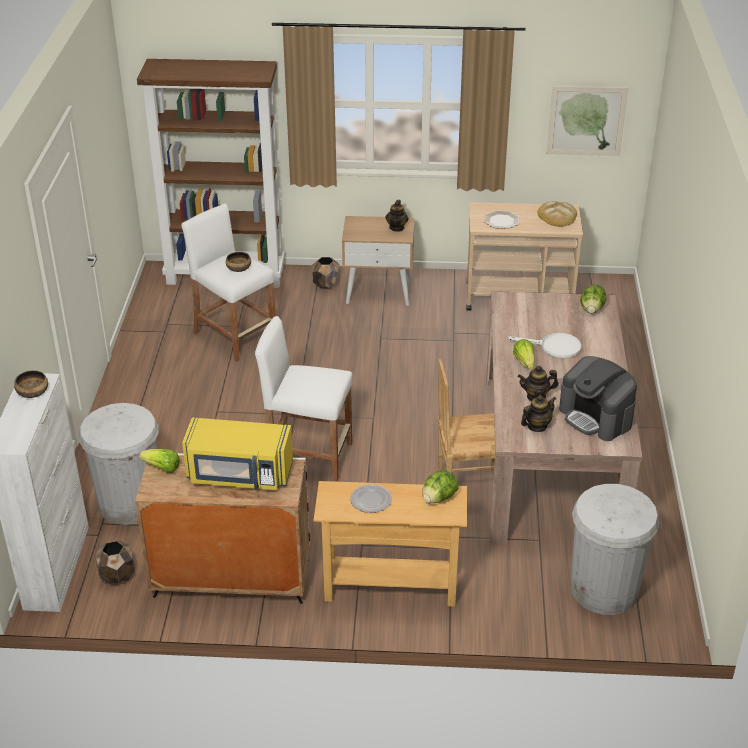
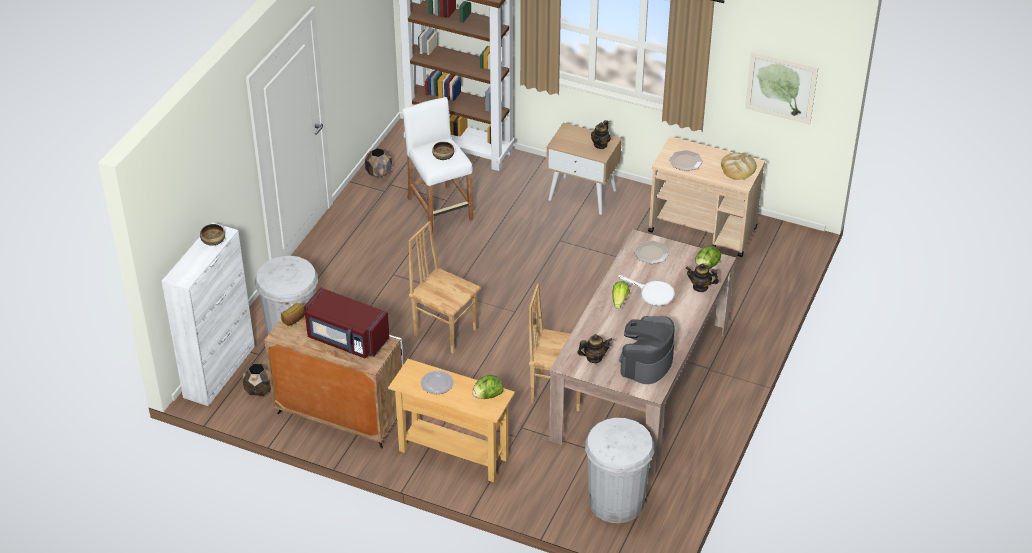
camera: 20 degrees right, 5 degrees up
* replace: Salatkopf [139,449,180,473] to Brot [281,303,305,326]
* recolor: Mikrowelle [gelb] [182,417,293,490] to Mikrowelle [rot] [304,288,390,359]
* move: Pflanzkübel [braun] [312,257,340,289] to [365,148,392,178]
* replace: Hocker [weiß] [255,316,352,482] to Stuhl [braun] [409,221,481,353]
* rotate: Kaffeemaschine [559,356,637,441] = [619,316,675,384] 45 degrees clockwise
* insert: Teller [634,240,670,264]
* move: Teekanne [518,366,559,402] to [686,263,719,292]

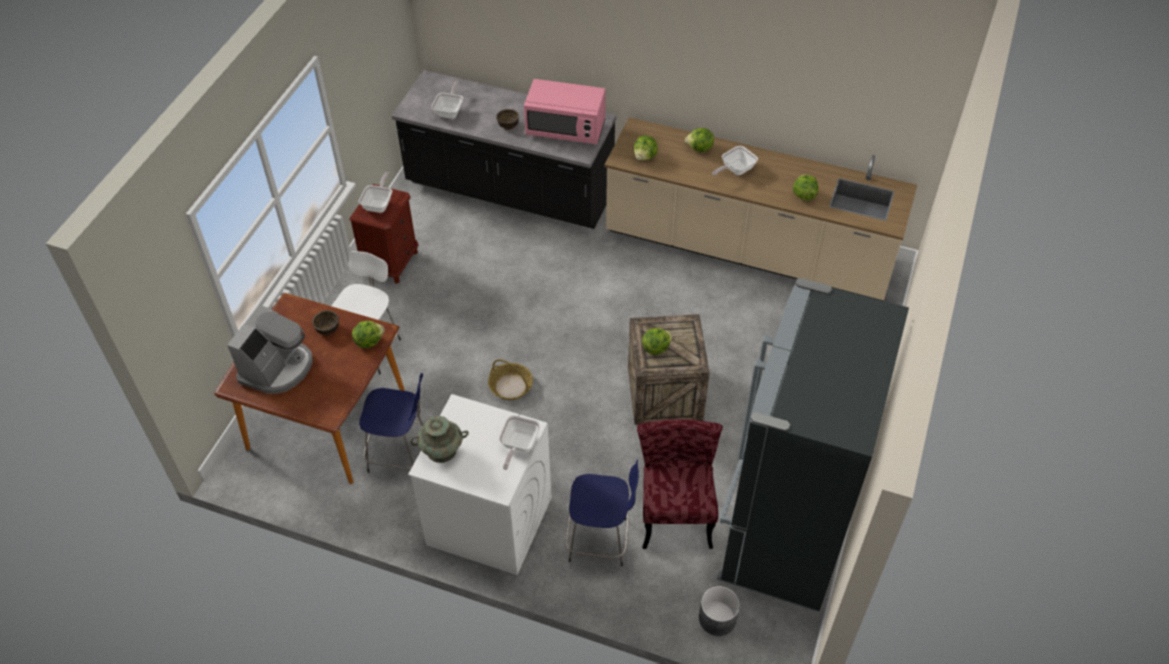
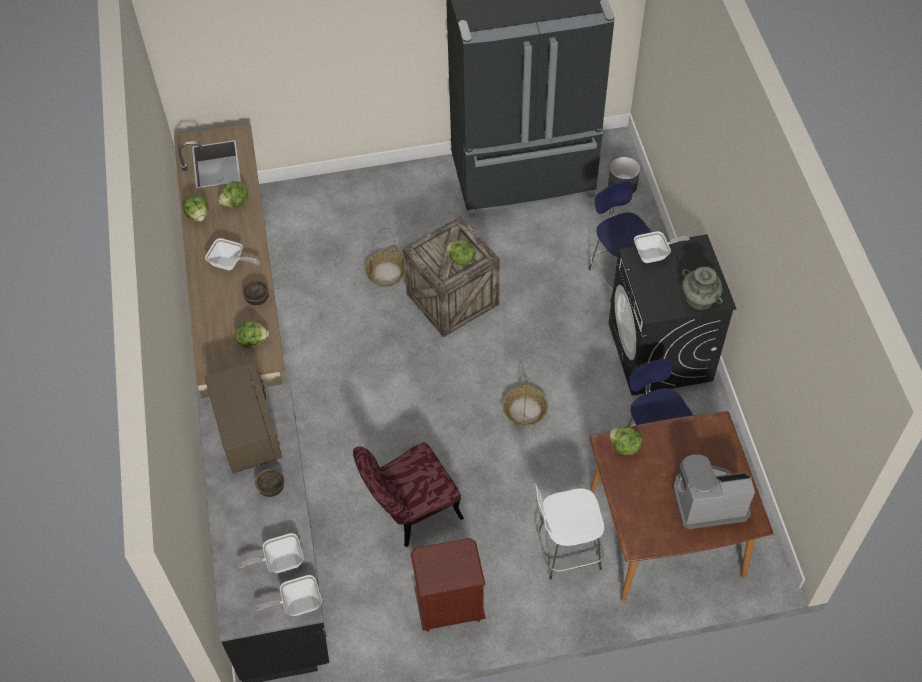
camera: 120 degrees left, 5 degrees up
* move: Salatkopf [685,128,714,152] to [182,194,209,222]
* recolor: Mikrowelle [rosa] [524,79,606,144] to Mikrowelle [braun] [205,362,282,473]
* move: Schüssel [braun] [312,310,339,335] to [243,281,269,305]
* move: Pfanne [358,172,392,213] to [255,575,322,616]
* move: Stuhl [rot] [637,419,723,549] to [353,442,464,547]
* insert: Korb [365,245,405,287]
* recolor: Waschmaschine [weiß] [408,394,551,575] to Waschmaschine [schwarz] [608,234,737,396]

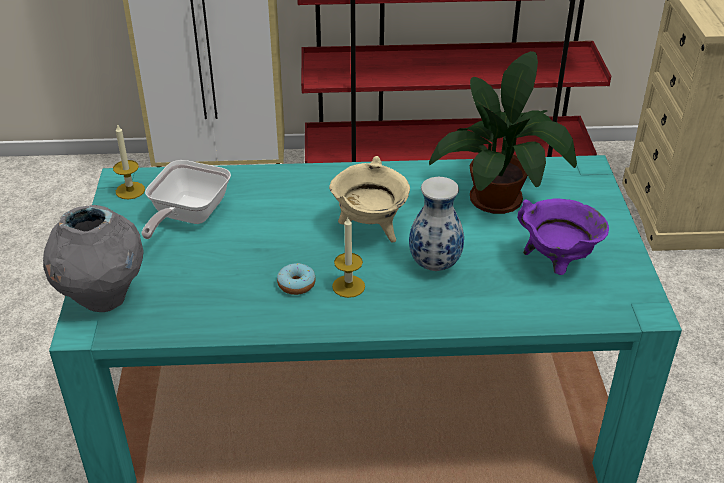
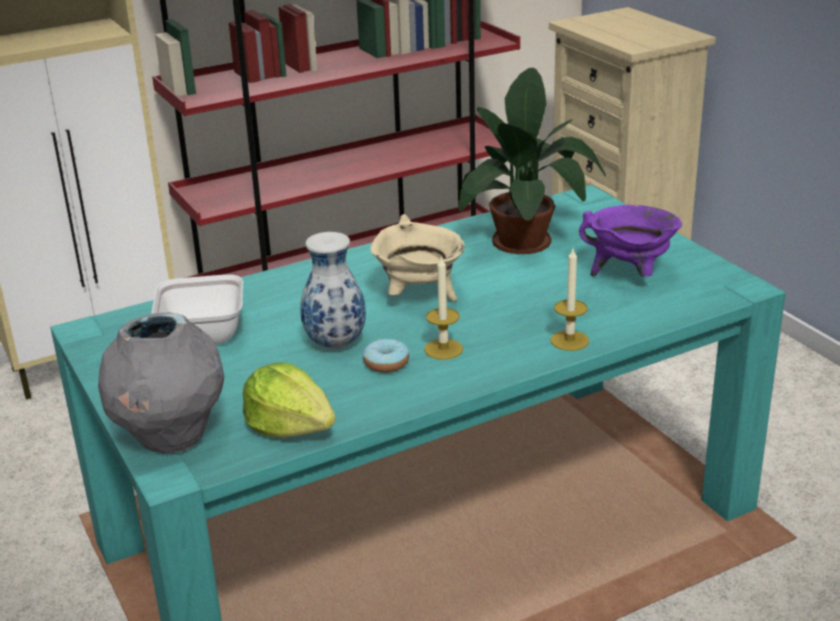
camera: 25 degrees left, 10 degrees down
* insert: Salatkopf [243,362,336,438]
* move: Vase [409,177,464,271] to [300,232,366,349]
* move: Kerze [113,125,145,199] to [551,249,589,351]

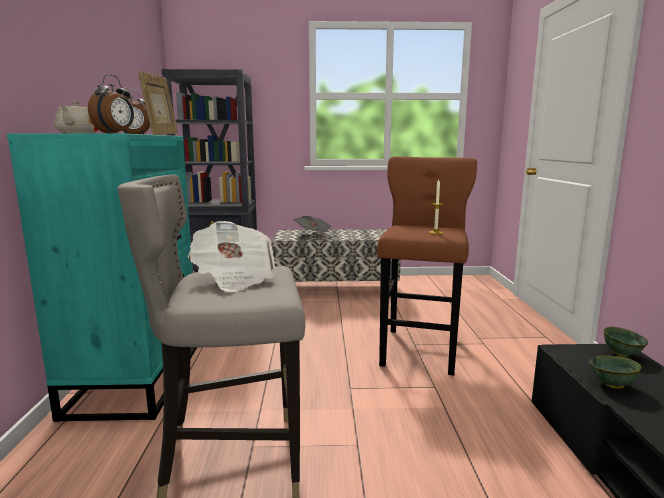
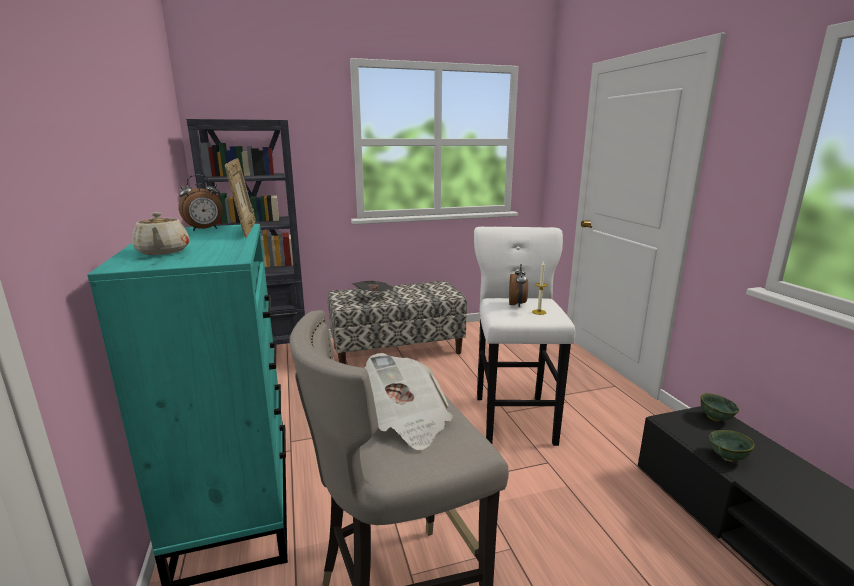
camera: 15 degrees left, 5 degrees up
* recolor: Hocker [braun] [377,156,477,376] to Hocker [weiß] [474,227,575,446]
* move: Wecker [88,74,134,134] to [509,264,528,308]

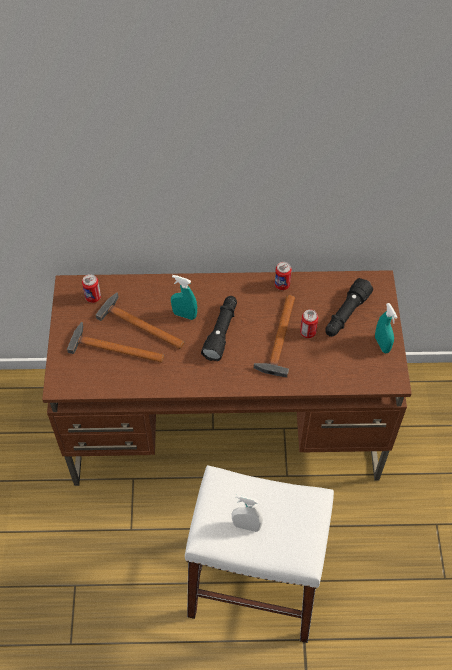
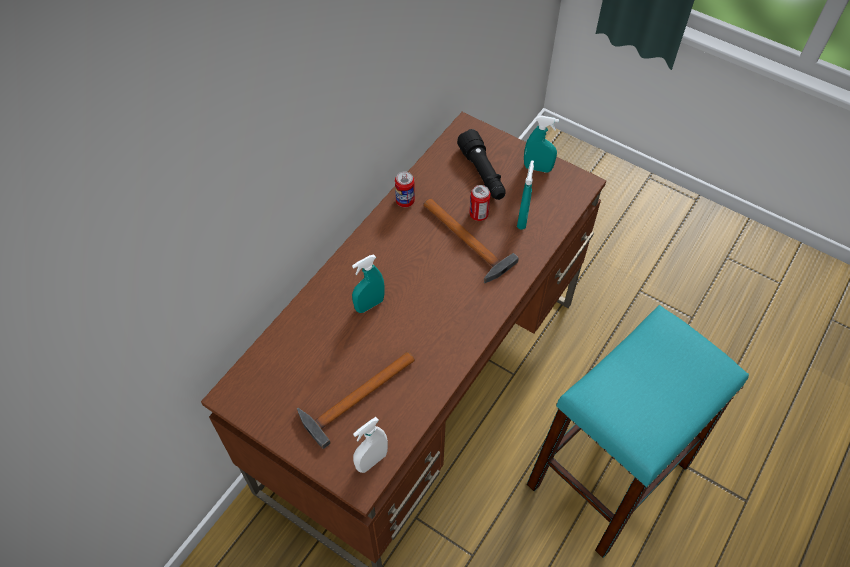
camera: 55 degrees left, 0 degrees up
* move: Sprühflasche [weiß] [232,495,263,532] to [353,417,388,473]
* insert: Sprühflasche [türkis] [517,160,534,230]
* recolor: Hocker [weiß] [185,465,334,643] to Hocker [türkis] [527,305,749,558]
* delete: Dose [82,274,101,303]
* delete: Hammer [95,292,185,349]
* delete: Taschenlampe [schwarz] [201,296,237,361]

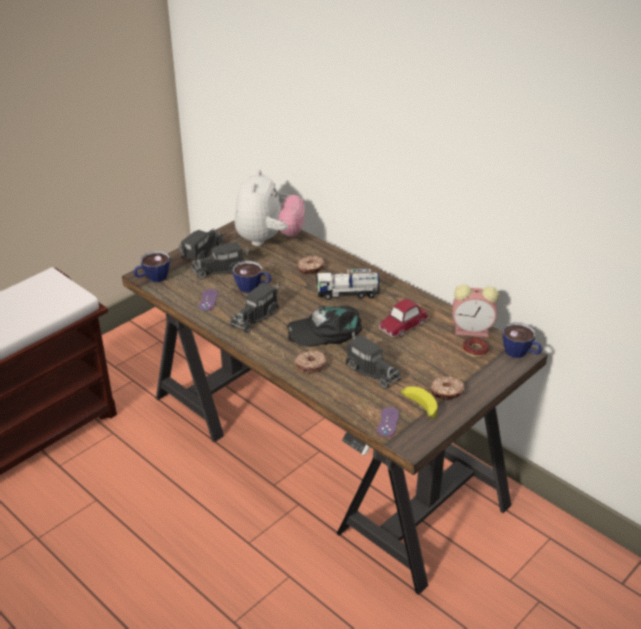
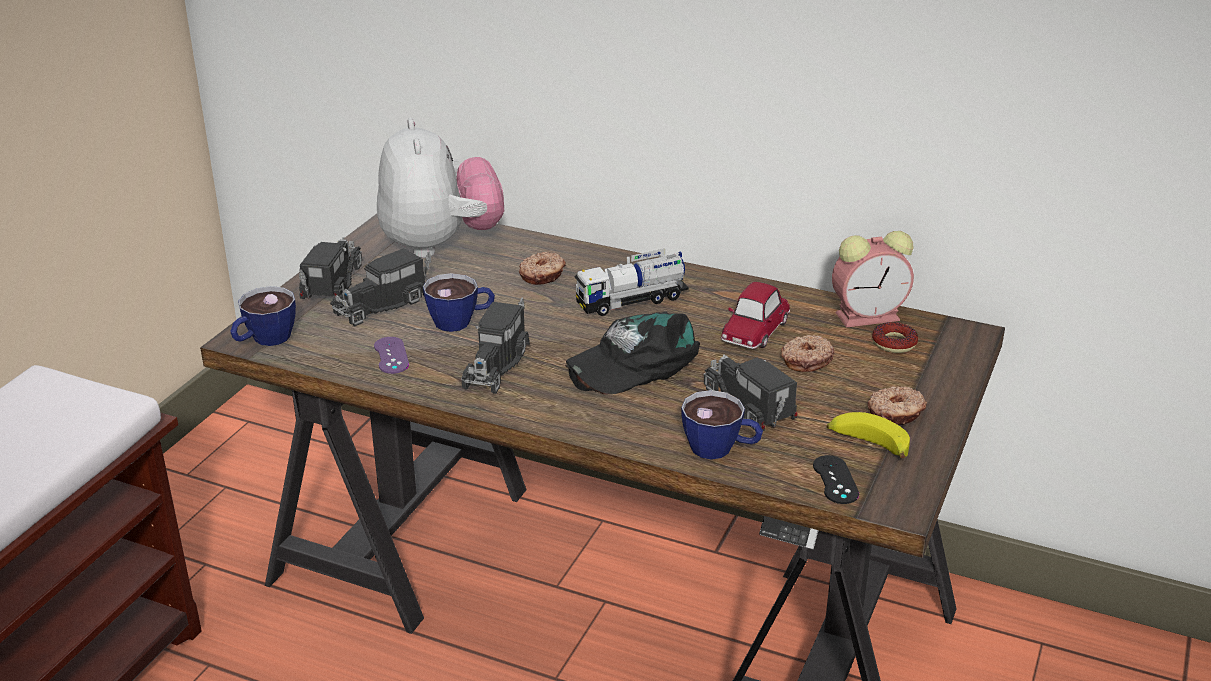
camera: 20 degrees left, 5 degrees down
* move: Tasse [503,322,542,358] to [681,390,763,460]
* rotate: Spielzeuglaster [346,332,402,389] = [704,354,797,431] 150 degrees counterclockwise
* move: Donut [295,351,327,373] to [780,335,835,372]
* recolor: Gamepad [lila] [377,407,399,437] to Gamepad [schwarz] [813,455,859,504]

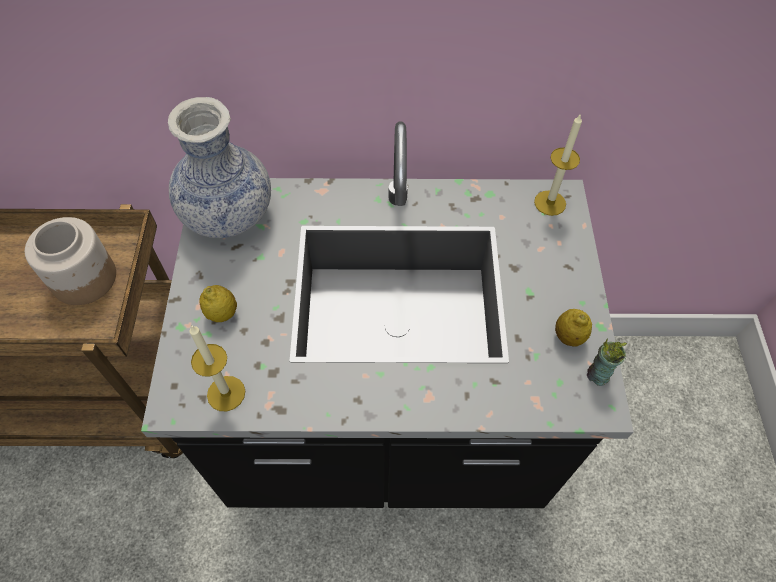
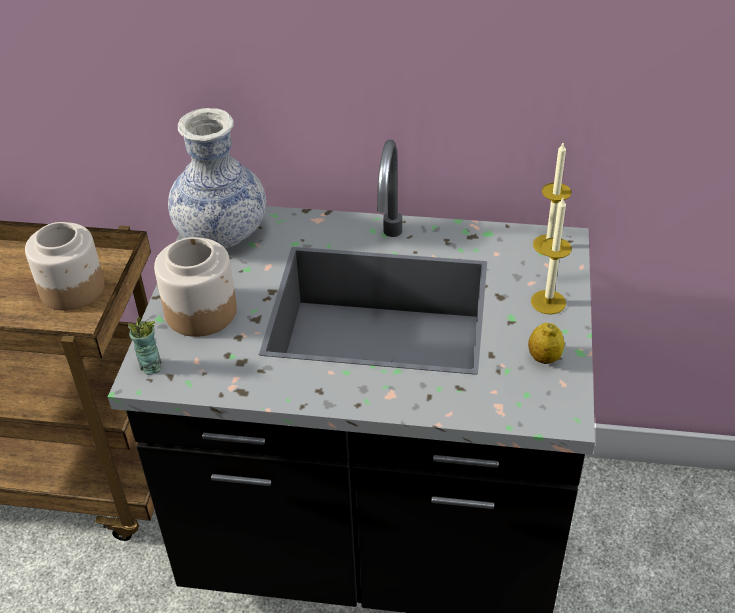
camera: 10 degrees right, 15 degrees down
* move: Tasse [587,339,627,386] to [128,317,162,375]
* replace: Zitrone [199,285,237,322] to Vorratsglas [154,237,237,337]
* move: Kerze [189,325,245,411] to [531,198,572,315]

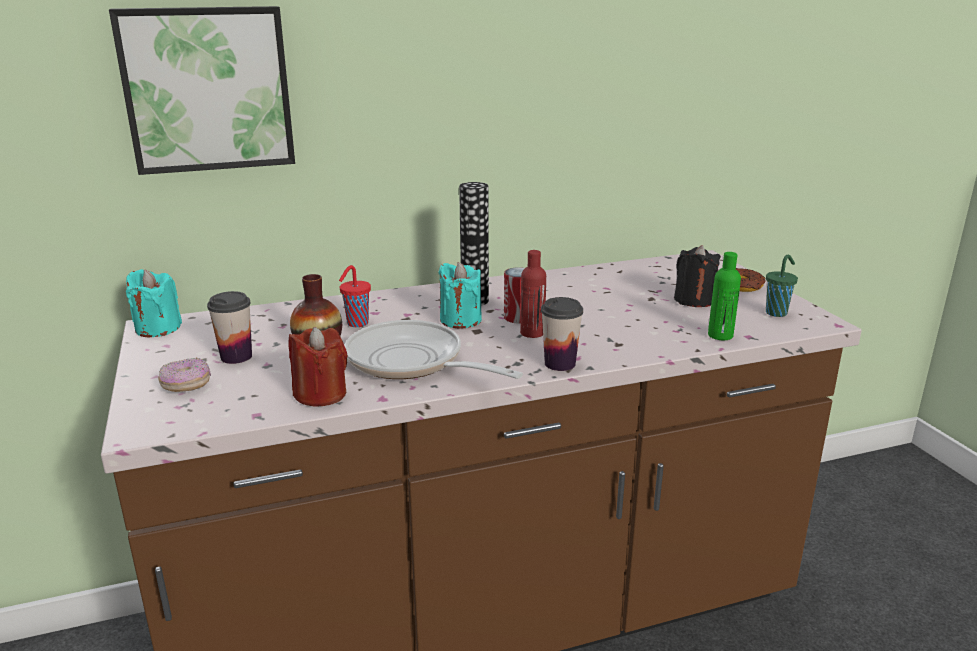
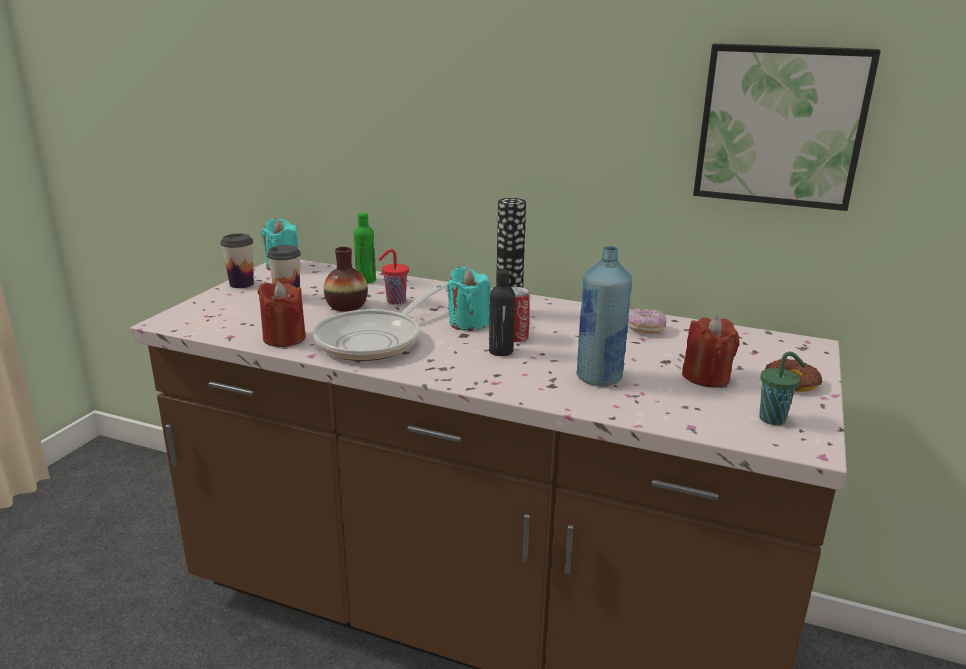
camera: 40 degrees right, 0 degrees up
* move: Tasse [541,297,583,371] to [220,233,254,288]
* rotate: Pfanne [344,320,523,379] = [313,283,447,361] 135 degrees counterclockwise
* move: Flasche [grün] [708,252,741,340] to [354,213,376,284]
* recolor: Flasche [rot] [520,250,546,338] to Flasche [schwarz] [489,269,515,356]
* insert: Flasche [blau] [576,246,632,386]
* move: Donut [158,358,211,392] to [628,309,666,334]
* recolor: Kerze [schwarz] [674,245,721,307] to Kerze [rot] [682,316,739,388]
* move: Bild [109,6,295,175] to [693,43,881,211]

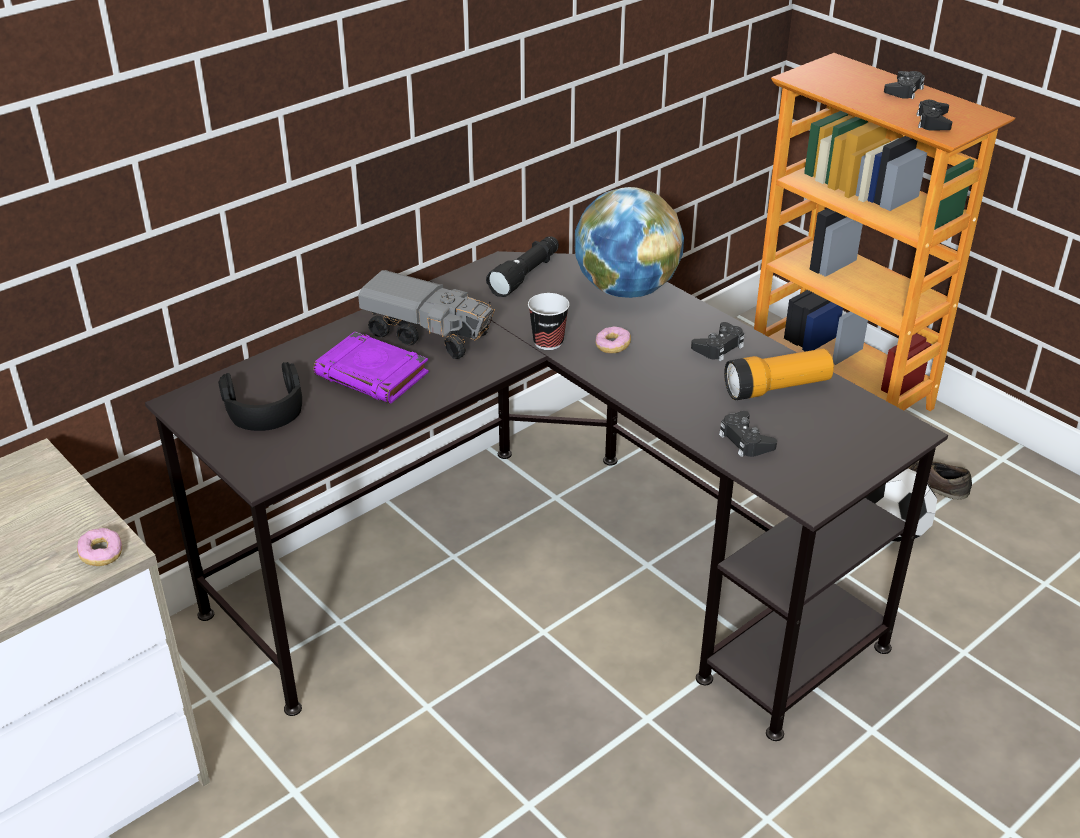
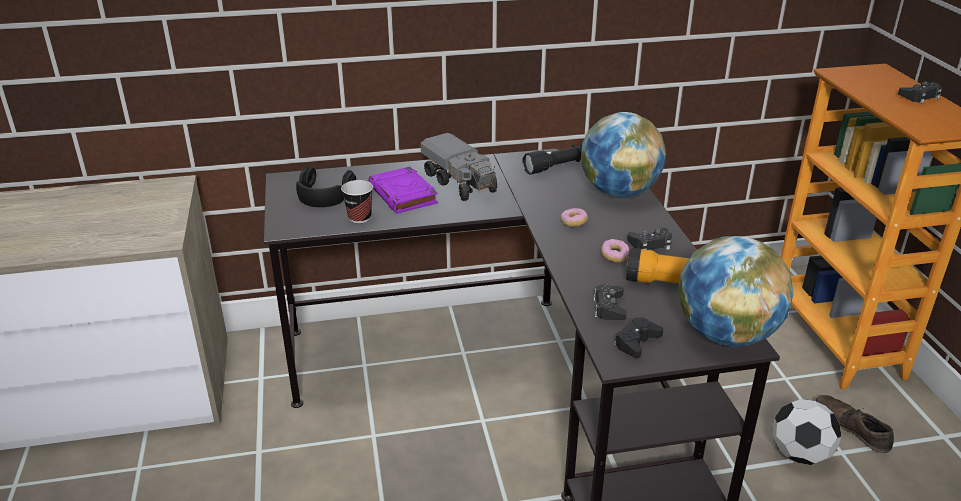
camera: 30 degrees right, 5 degrees down
* move: Tasse [528,293,569,350] to [341,180,373,223]
* move: Donut [77,528,122,566] to [601,239,629,262]
* move: Gamepad [schwarz] [916,100,952,130] to [614,317,663,358]
* insert: Globus [678,236,794,346]

